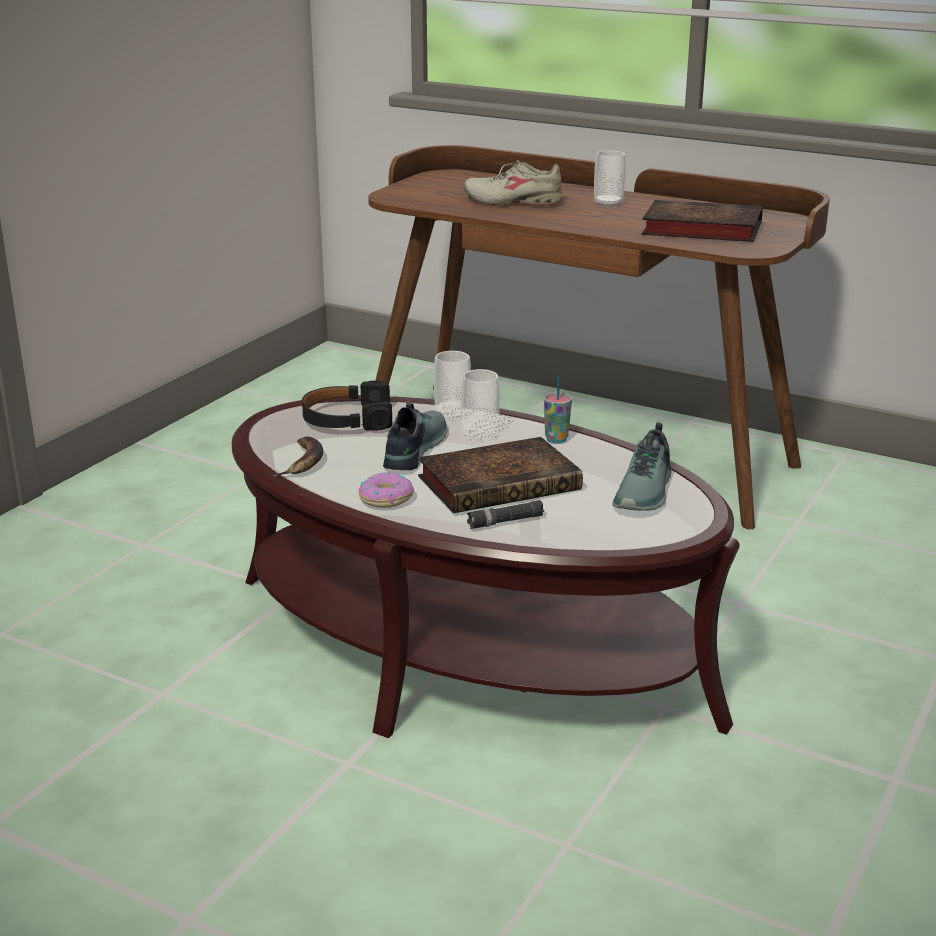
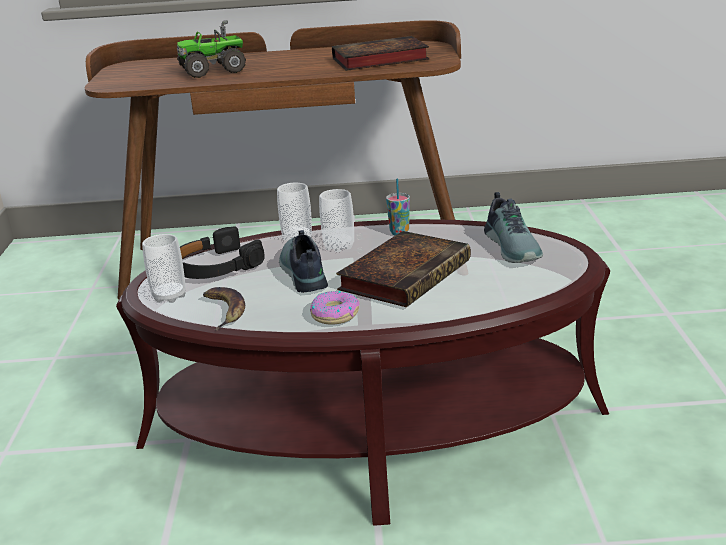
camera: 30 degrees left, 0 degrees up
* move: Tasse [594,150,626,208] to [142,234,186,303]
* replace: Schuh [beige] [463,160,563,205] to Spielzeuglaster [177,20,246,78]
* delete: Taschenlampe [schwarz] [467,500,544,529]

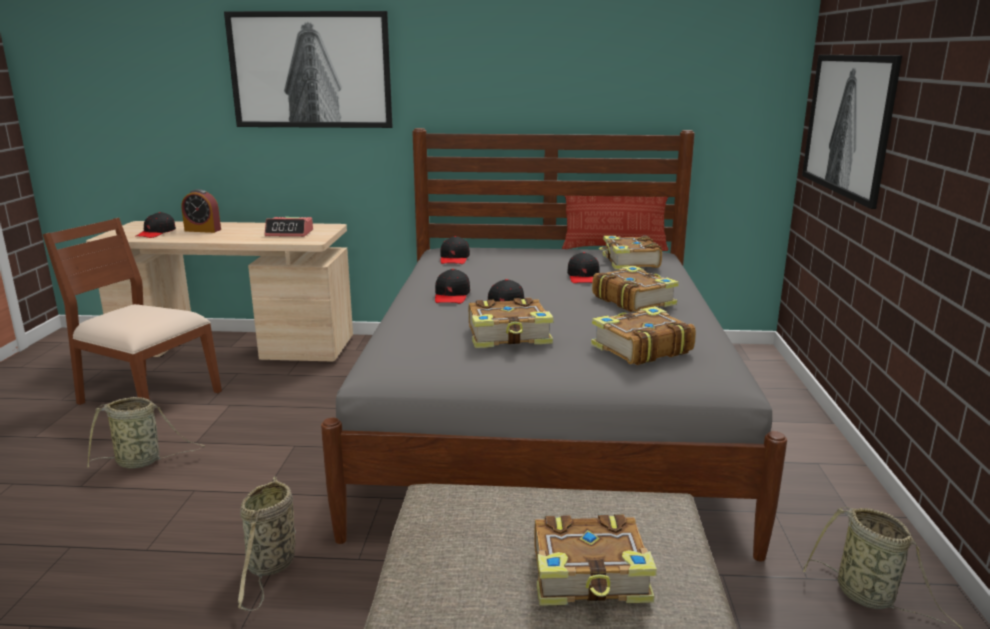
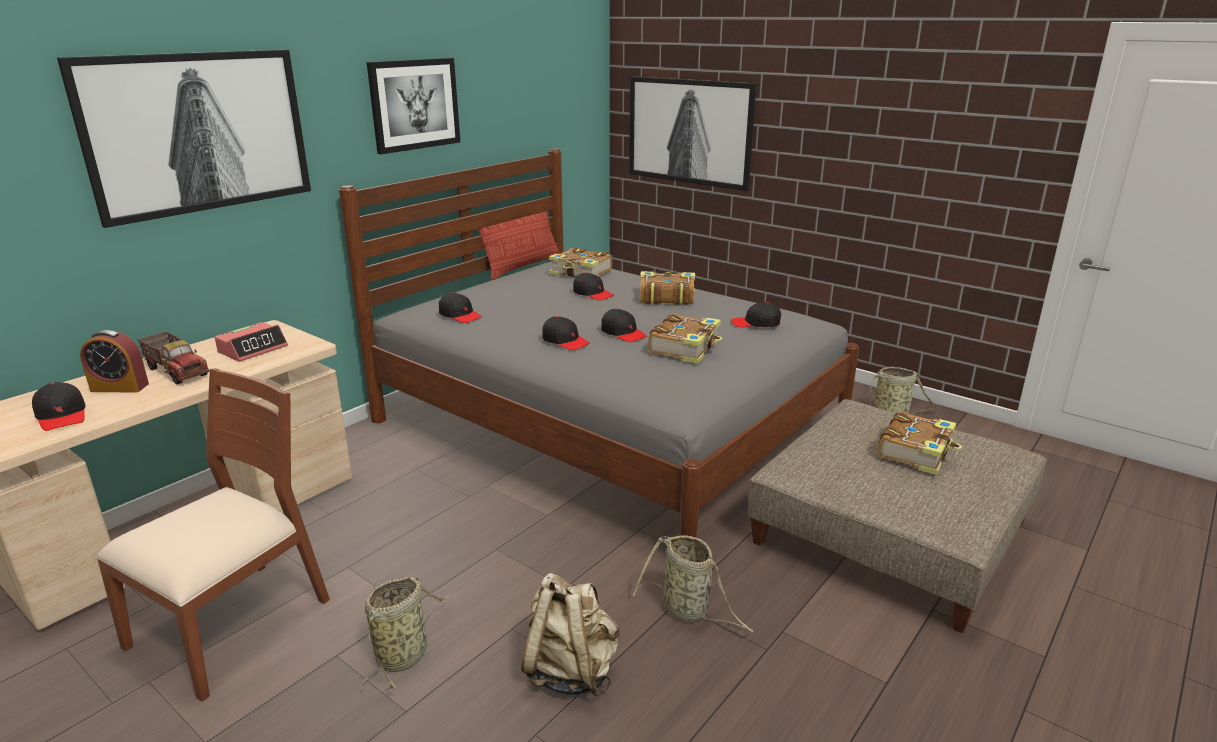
camera: 55 degrees left, 5 degrees up
* rotate: Wecker [181,189,221,233] = [80,330,149,392] 45 degrees clockwise
* rotate: Stuhl [braun] [43,218,222,405] = [96,368,330,702] 150 degrees clockwise
* insert: Spielzeuglaster [137,331,209,384]
* insert: Bild [367,58,460,154]
* insert: Rucksack [beige] [521,573,619,696]
* replace: Buch [591,306,696,365] to Kappe [schwarz] [731,302,781,327]

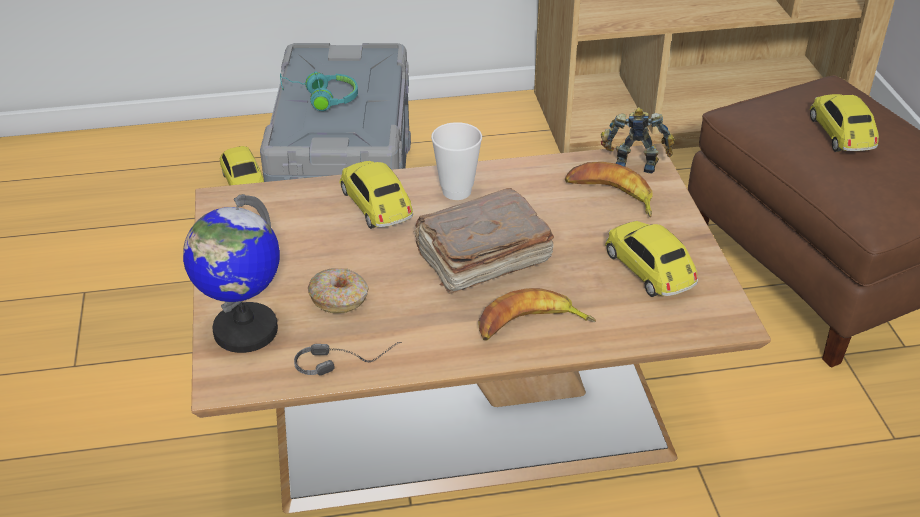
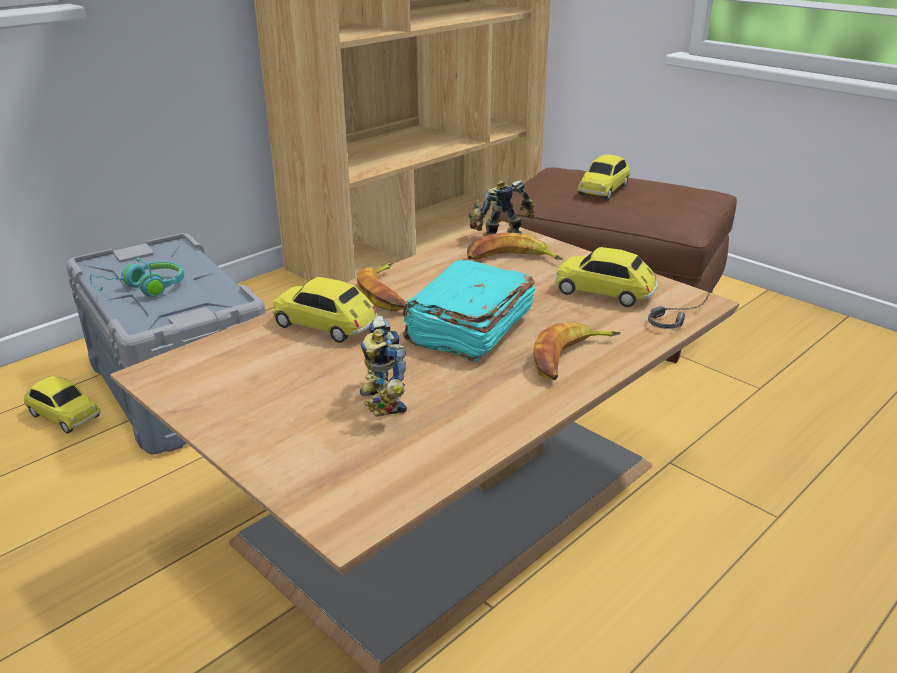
camera: 35 degrees left, 10 degrees down
* replace: Tasse [431,122,482,200] to Banane [356,263,407,311]
* replace: Donut [308,268,368,313] to Spielzeugroboter [360,316,407,417]
* recolor: Buch [braun] [414,188,554,294] to Buch [türkis] [403,260,535,362]
* rotate: Spielzeugauto [810,94,879,152] = [578,155,630,200] 105 degrees counterclockwise
* move: Kopfhörer [294,342,402,375] to [648,281,716,329]
* delete: Globus [183,194,280,353]

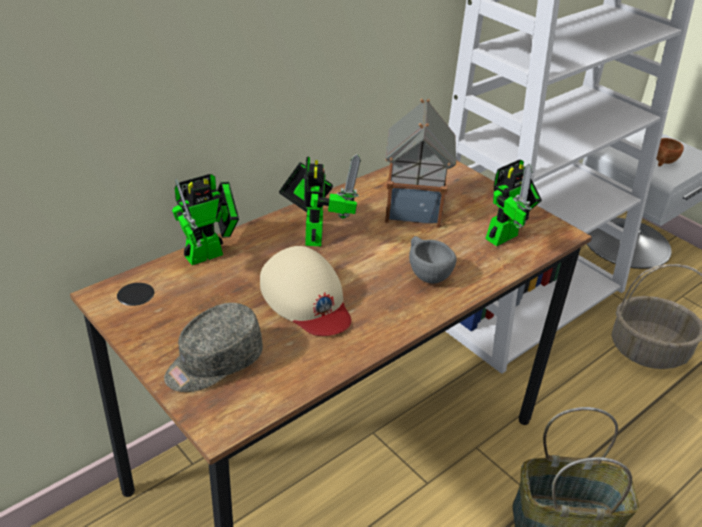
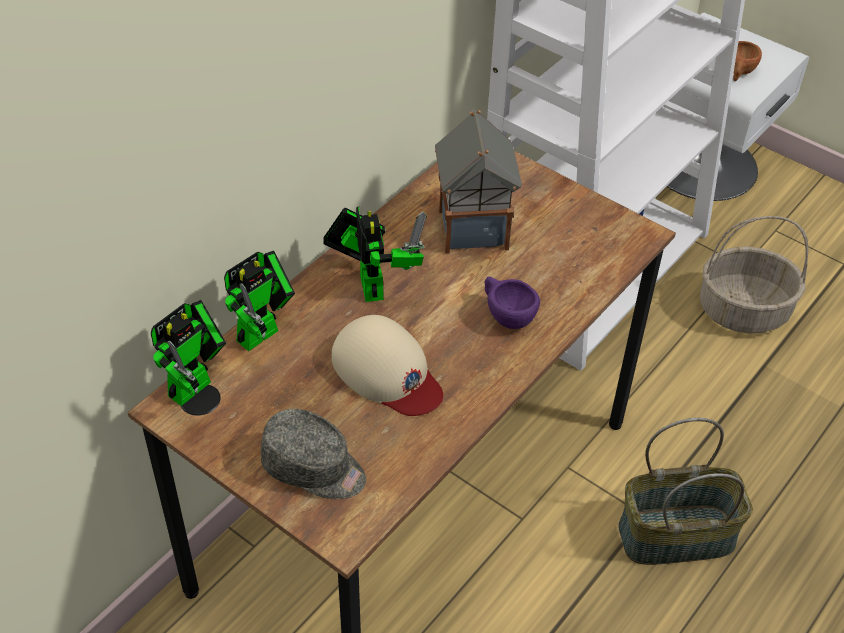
camera: 10 degrees left, 10 degrees up
* move: Spielzeugroboter [485,160,542,246] to [151,300,226,406]
* rotate: Kappe [grau] [164,303,263,392] = [261,409,366,499] 105 degrees counterclockwise
* recolor: Tasse [grau] [409,236,457,283] to Tasse [lila] [485,277,540,329]

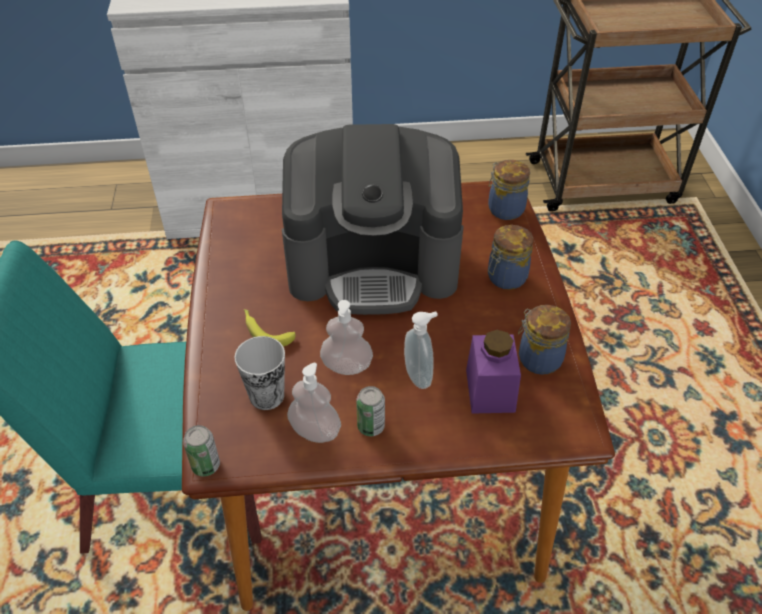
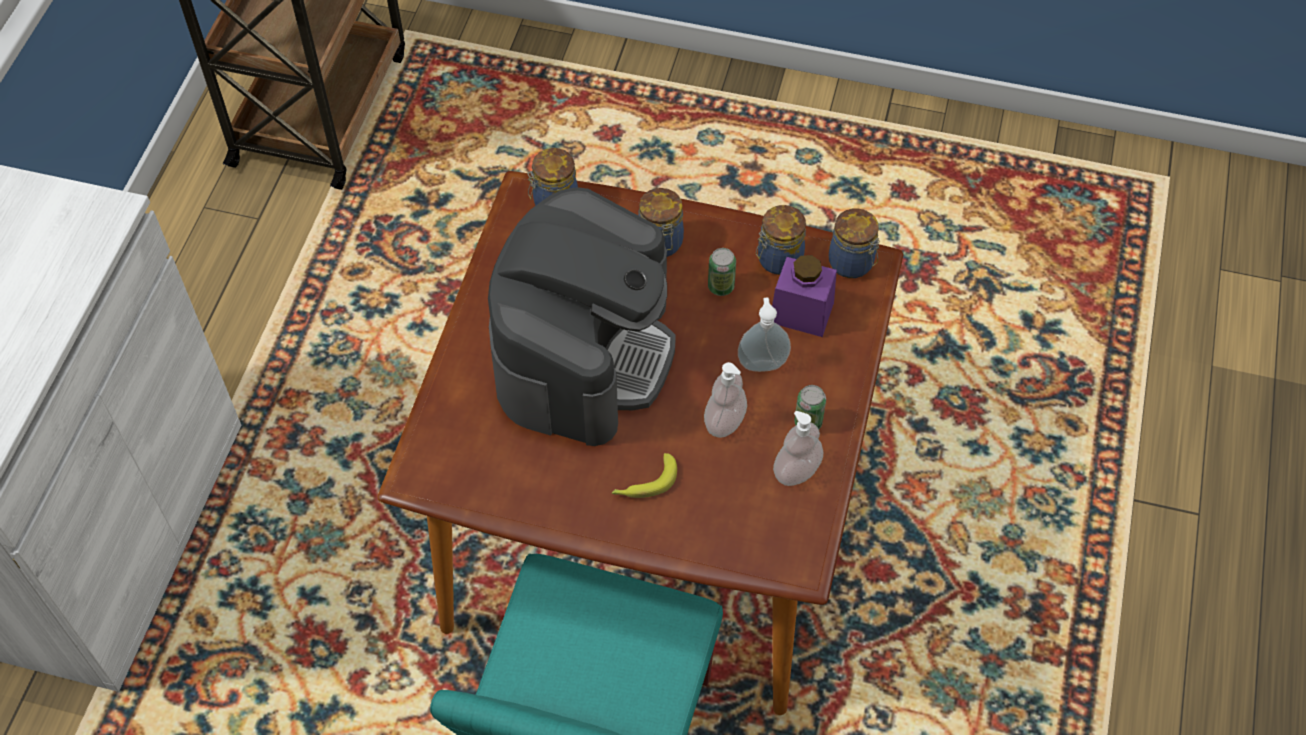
camera: 70 degrees left, 10 degrees up
* move: Dose [183,425,220,477] to [708,248,736,296]
* insert: Vorratsglas [829,209,880,278]
* delete: Tasse [235,336,285,410]

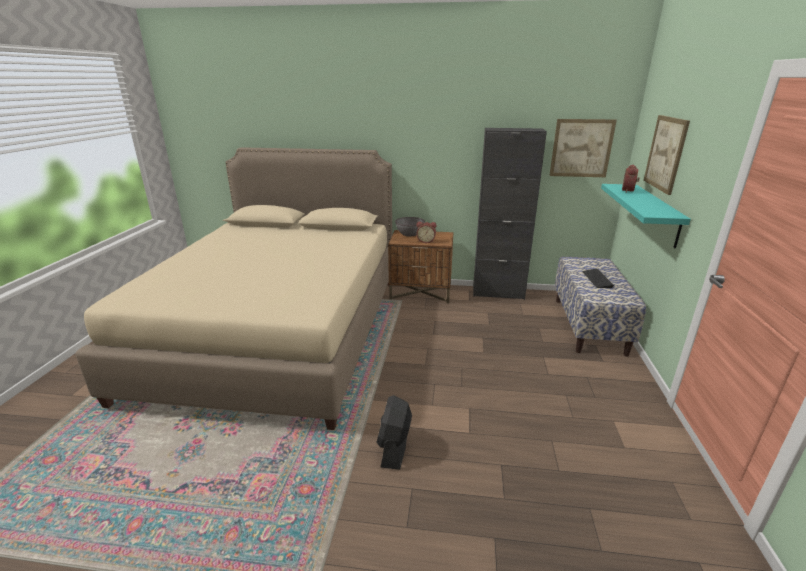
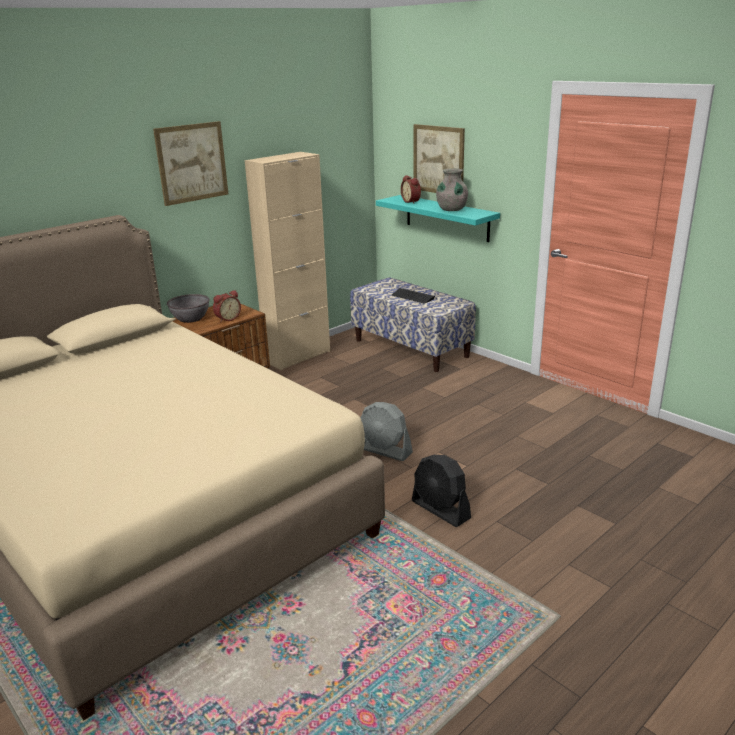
camera: 50 degrees left, 0 degrees up
* move: Bild [549,119,617,177] to [153,121,228,206]
* recolor: Schrank [schwarz] [473,128,547,300] to Schrank [beige] [245,152,330,370]
* insert: Ventilator [grau] [361,402,413,461]
* insert: Vase [grau] [436,168,468,211]

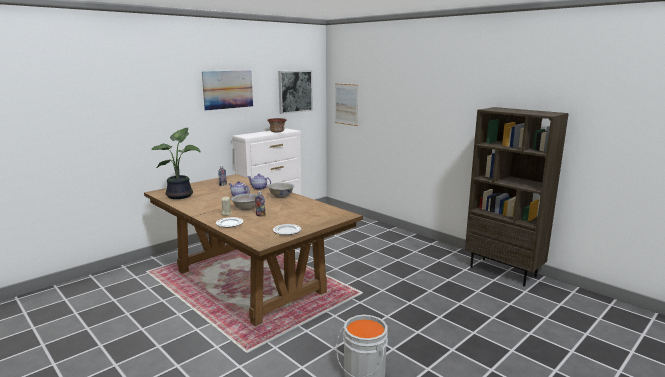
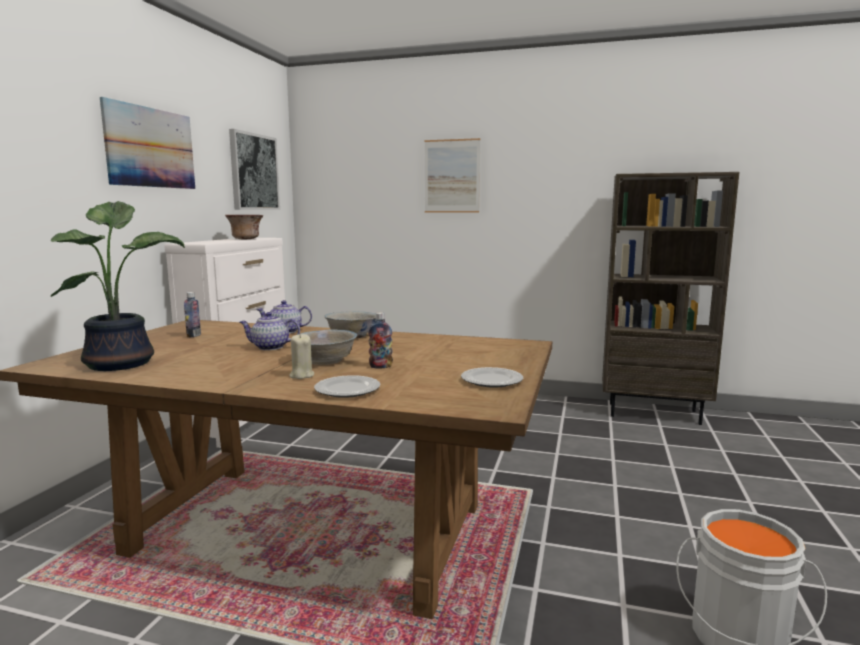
camera: 30 degrees left, 5 degrees down
* move: Bild [335,83,358,126] to [425,138,480,213]

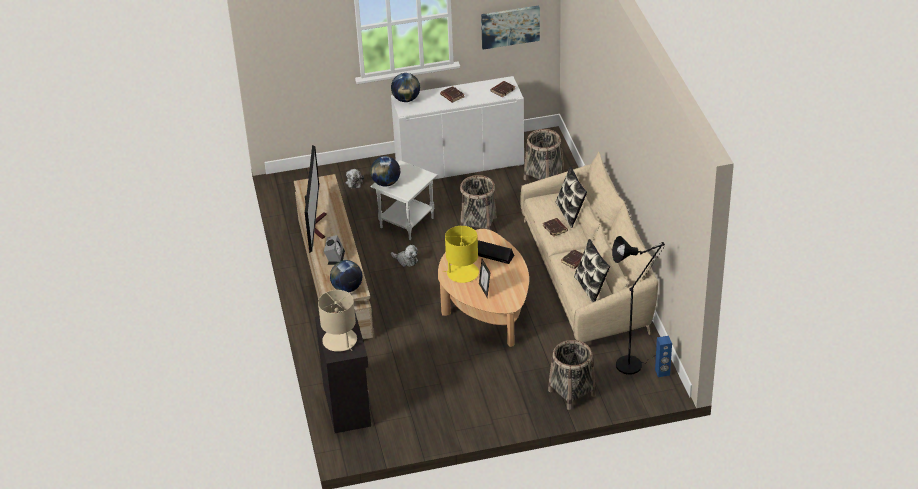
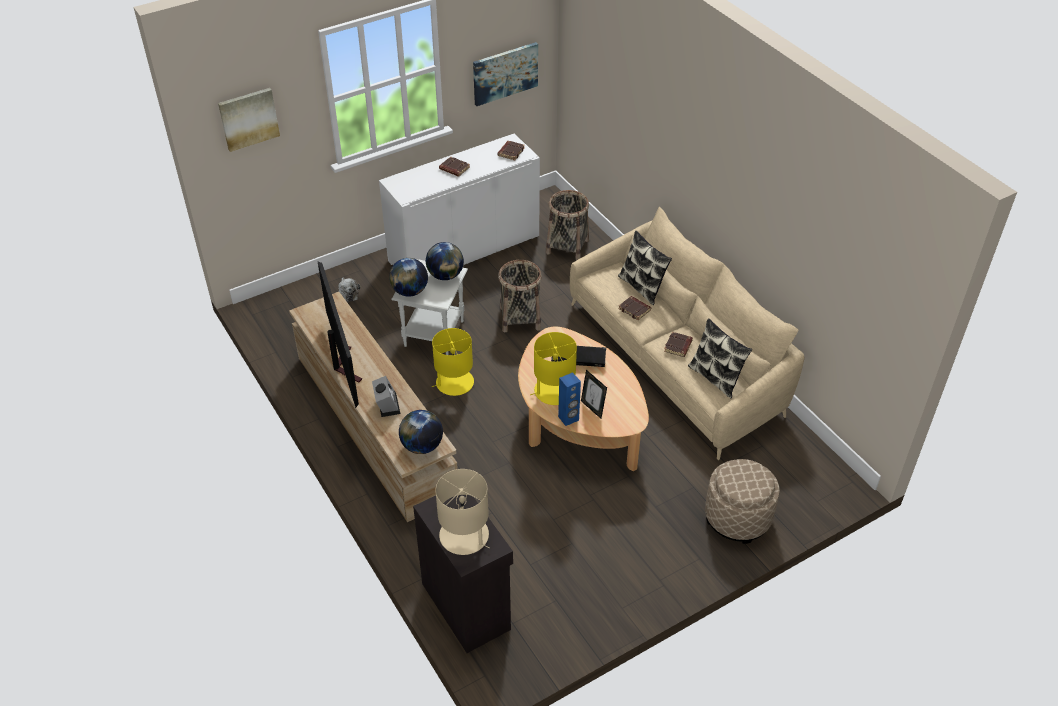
camera: 20 degrees left, 5 degrees up
* insert: Bild [218,88,280,152]
* move: Globus [391,73,420,102] to [426,242,464,280]
* replace: Plüschtier [391,245,418,267] to Tischlampe [gelb] [432,328,474,396]
* move: Lautsprecher [blau] [655,336,672,377] to [558,372,581,426]
* replace: Korb [548,340,596,410] to Polsterhocker [beige] [705,459,780,544]
* delete: Stehlampe [schwarz] [612,236,665,375]

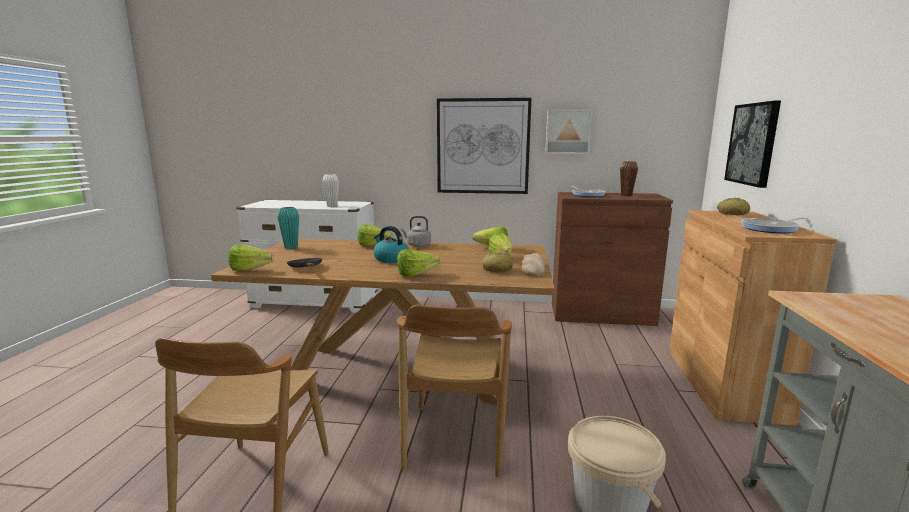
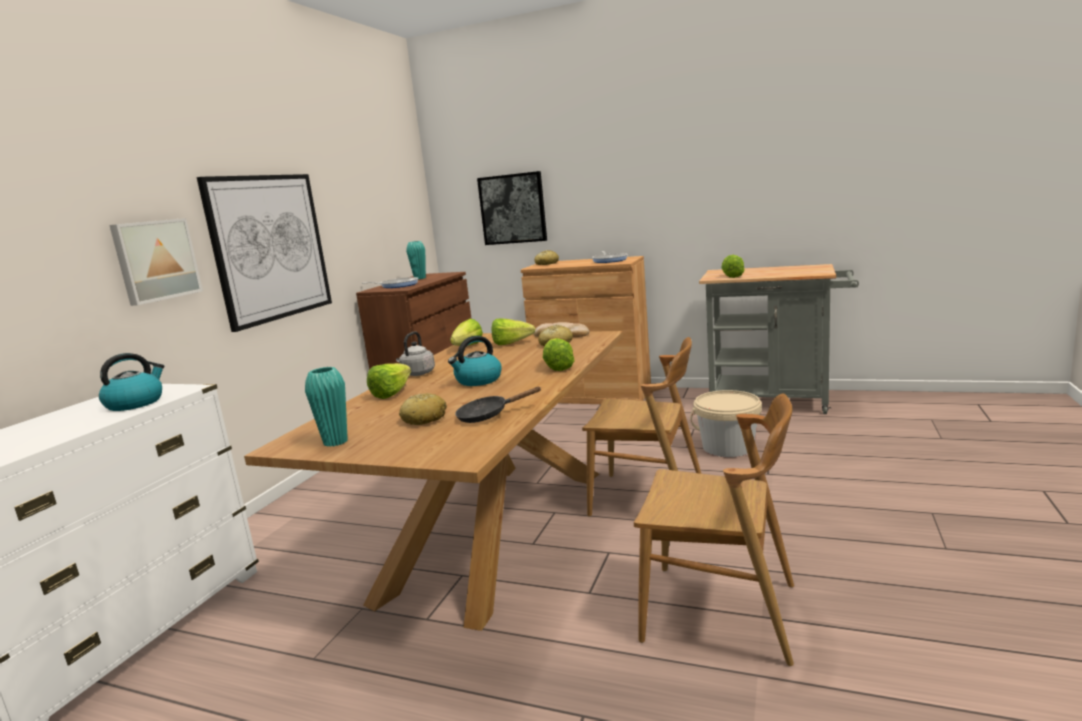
camera: 75 degrees left, 0 degrees up
* replace: Vase [weiß] [322,174,339,207] to Wasserkessel [99,353,164,411]
* move: Bild [545,109,593,154] to [109,218,203,306]
* insert: Brot [399,393,447,425]
* recolor: Vase [braun] [620,161,638,196] to Vase [türkis] [406,241,426,279]
* move: Salatkopf [228,244,274,271] to [721,255,745,278]

